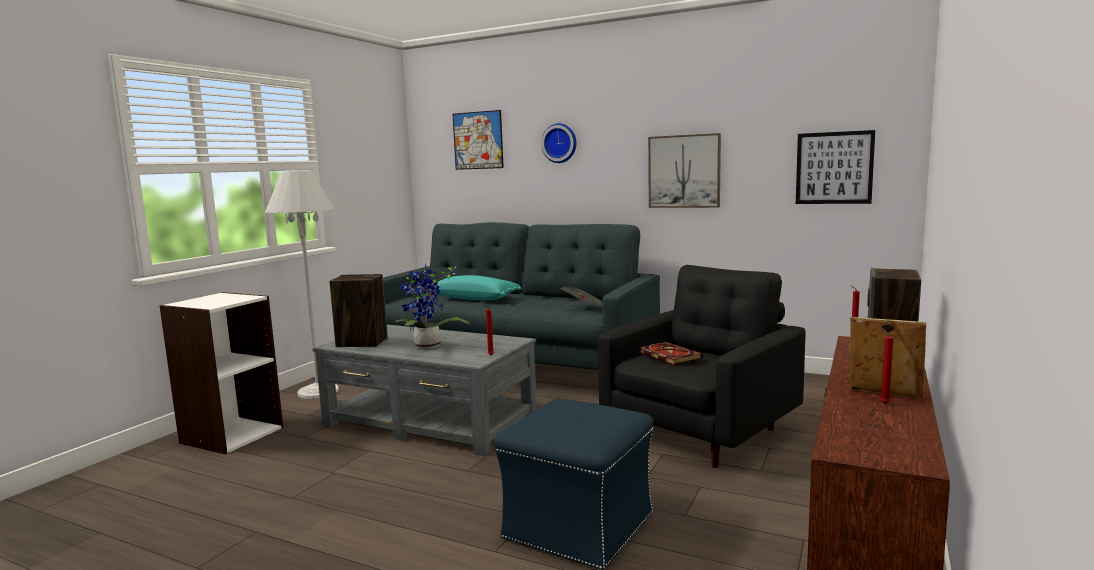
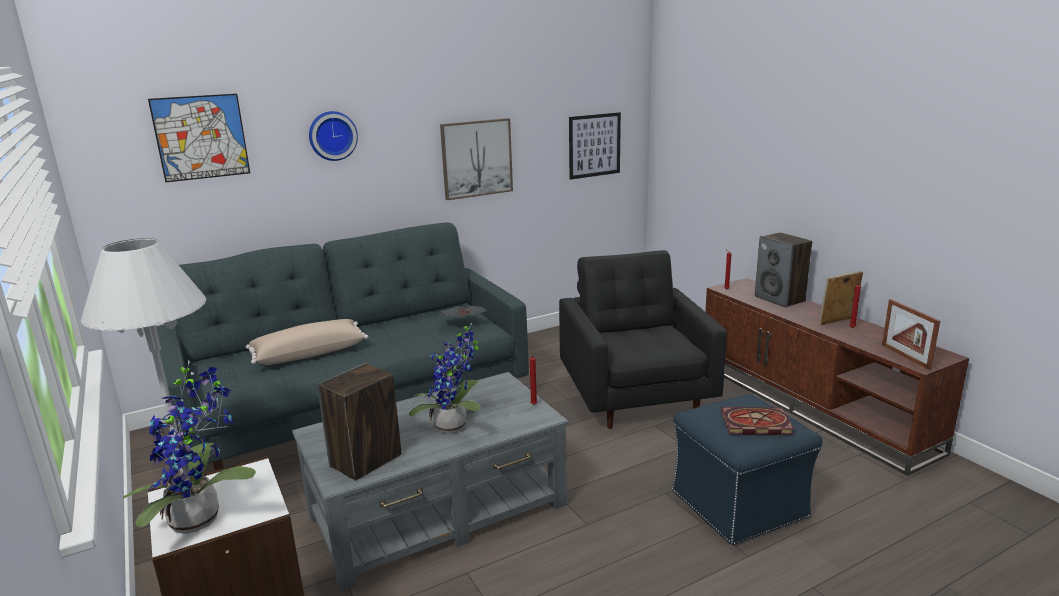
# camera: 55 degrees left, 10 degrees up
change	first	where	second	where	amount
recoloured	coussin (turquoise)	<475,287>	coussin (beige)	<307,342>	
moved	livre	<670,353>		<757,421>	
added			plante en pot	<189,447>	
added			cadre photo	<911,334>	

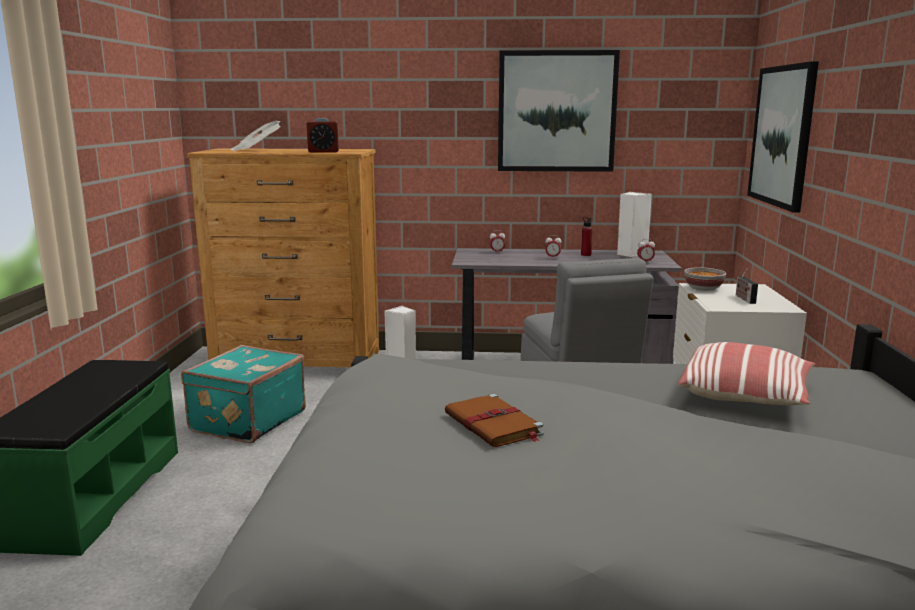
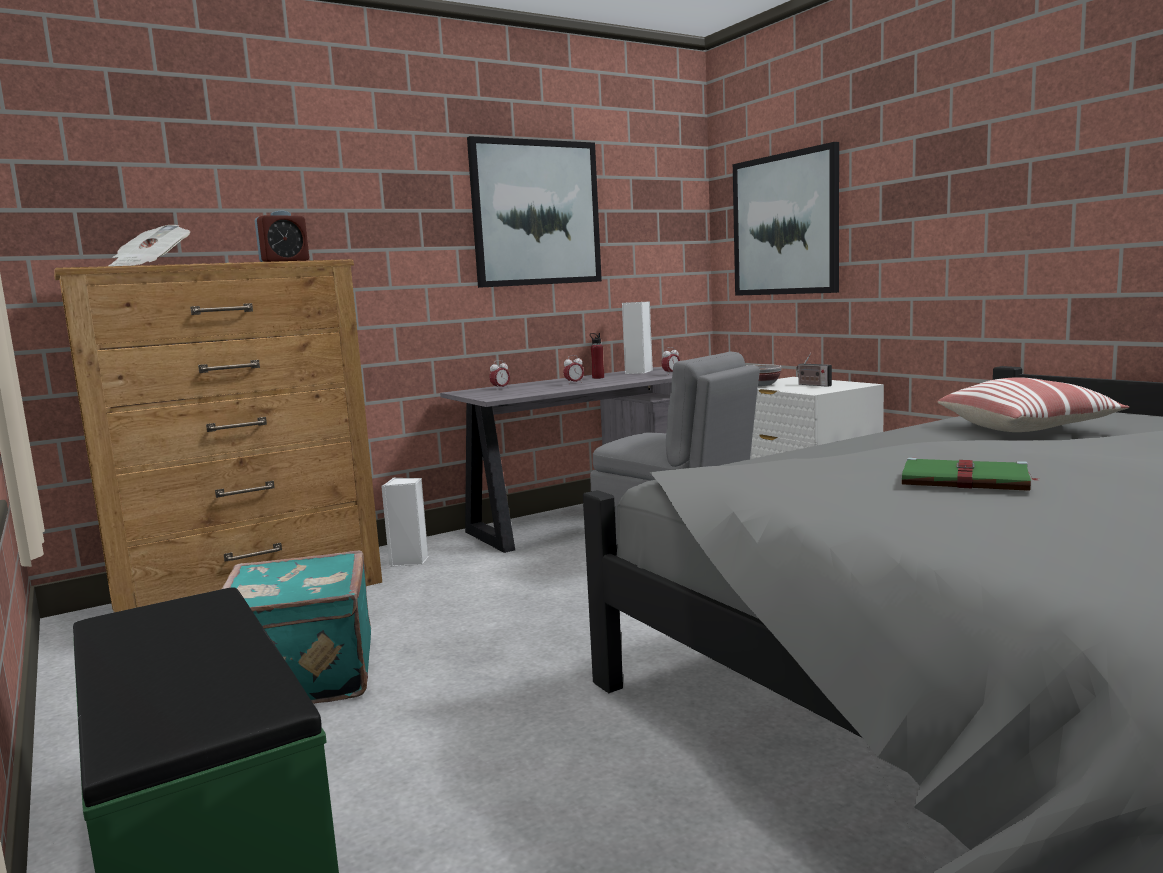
# camera: 35 degrees left, 5 degrees down
change	first	where	second	where	amount
recoloured	livre (marron)	<494,420>	livre (vert)	<970,474>	

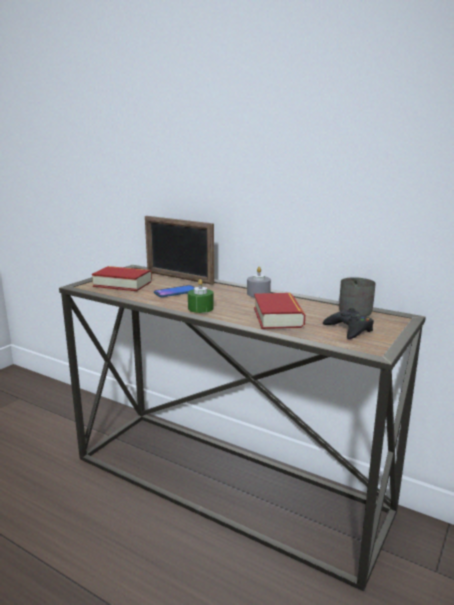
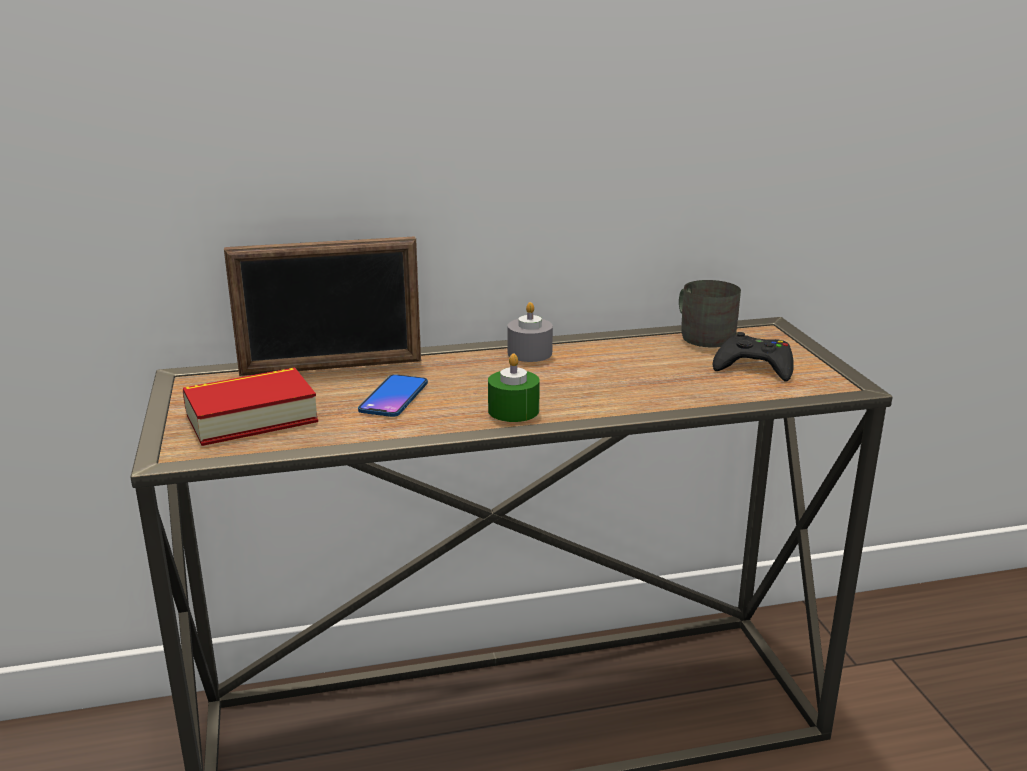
# camera: 45 degrees left, 5 degrees up
change	first	where	second	where	amount
removed	livre	<279,311>			

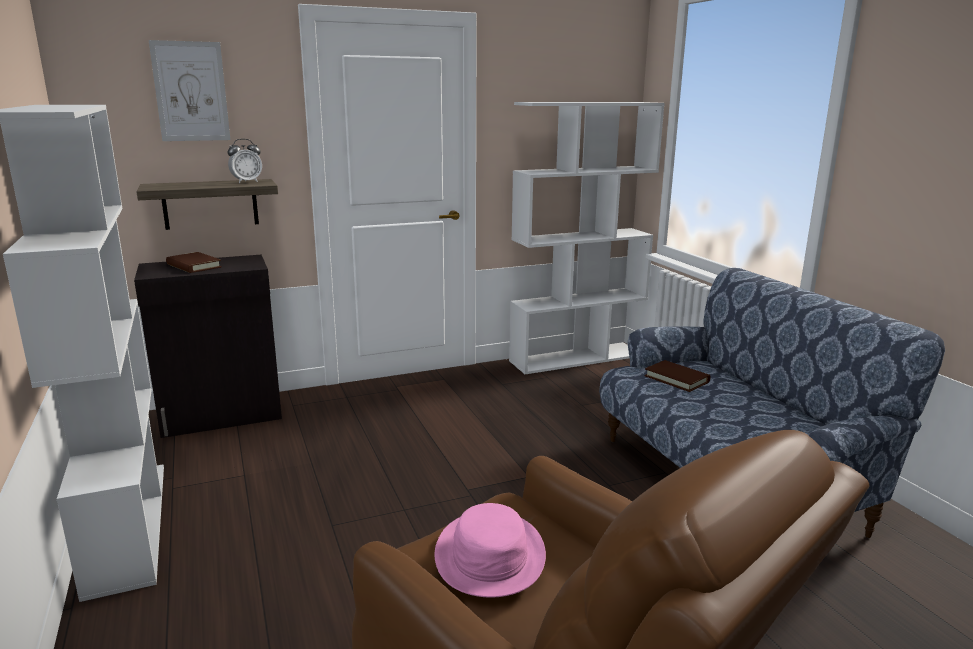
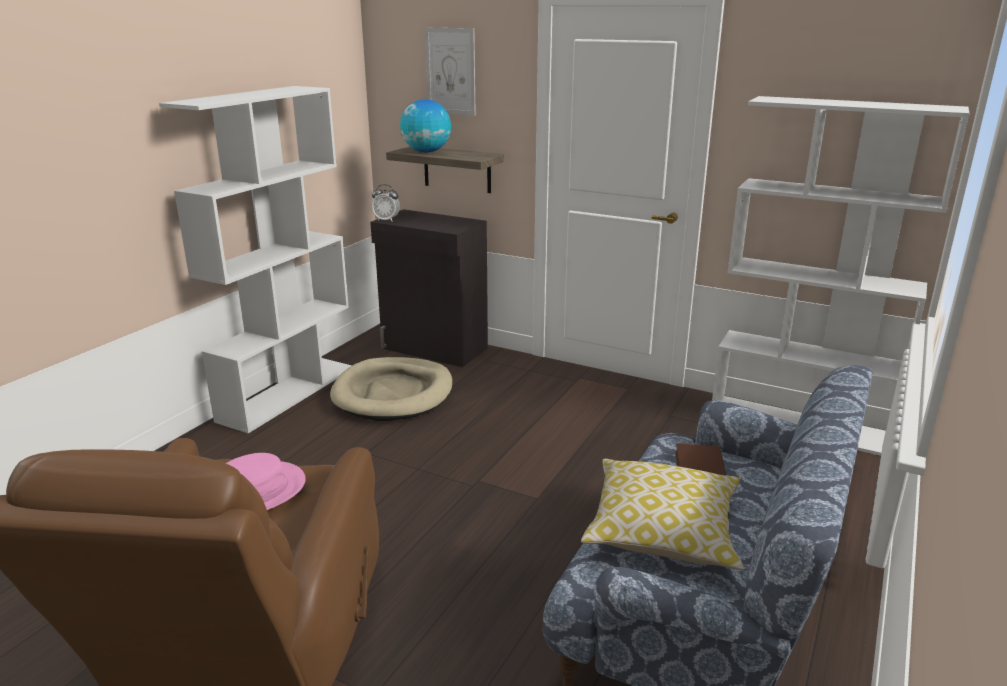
# camera: 50 degrees right, 5 degrees up
change	first	where	second	where	amount
removed	livre (marron)	<194,262>			
moved	réveil	<245,161>		<386,203>	
added			panier pour chien (beige)	<391,389>	
added			globe	<425,125>	
added			coussin	<662,514>	

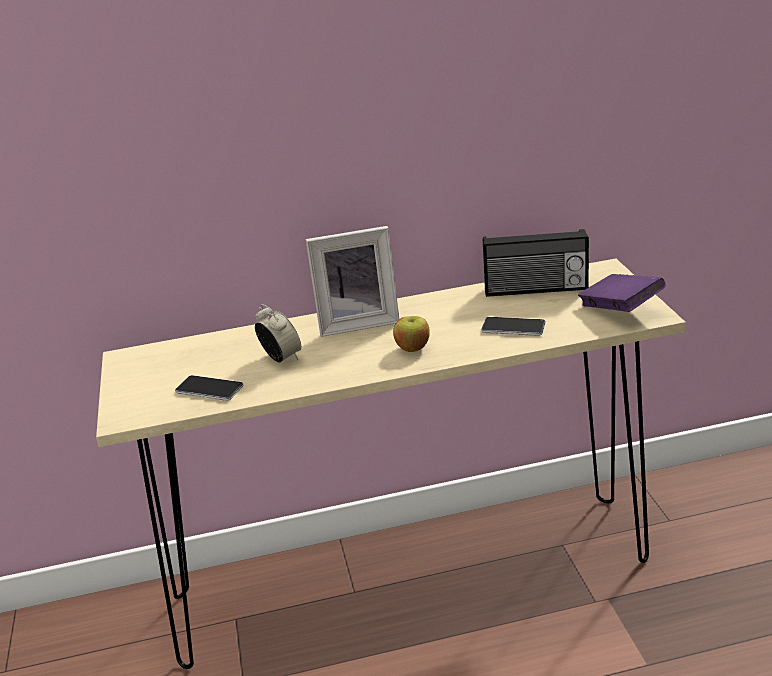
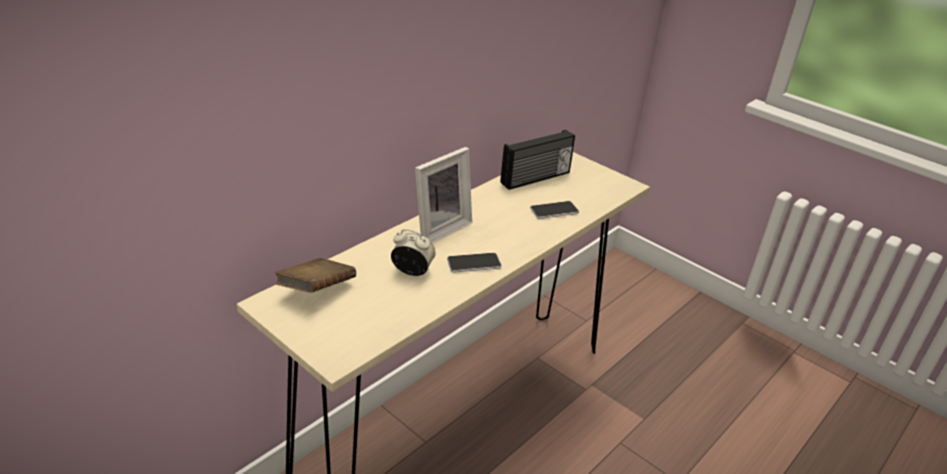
# camera: 40 degrees left, 5 degrees up
change	first	where	second	where	amount
moved	téléphone	<209,388>		<474,262>	
removed	pomme	<411,334>			
removed	livre (violet)	<622,293>			
added			livre (marron)	<315,275>	

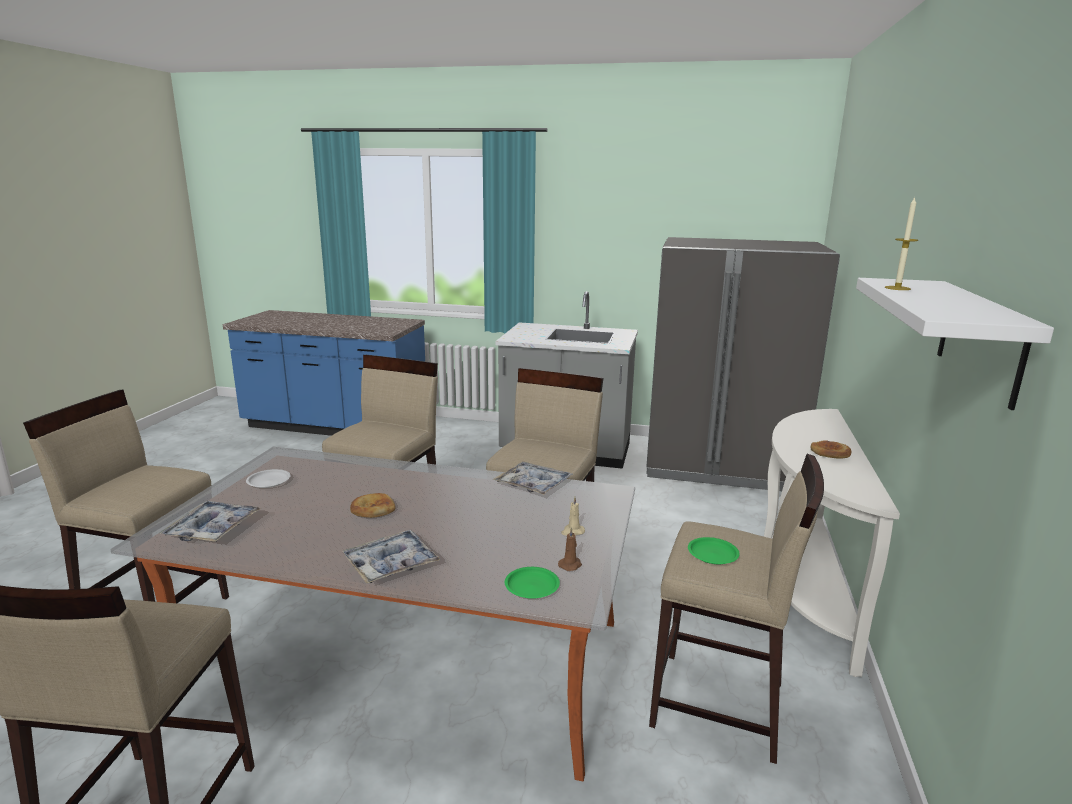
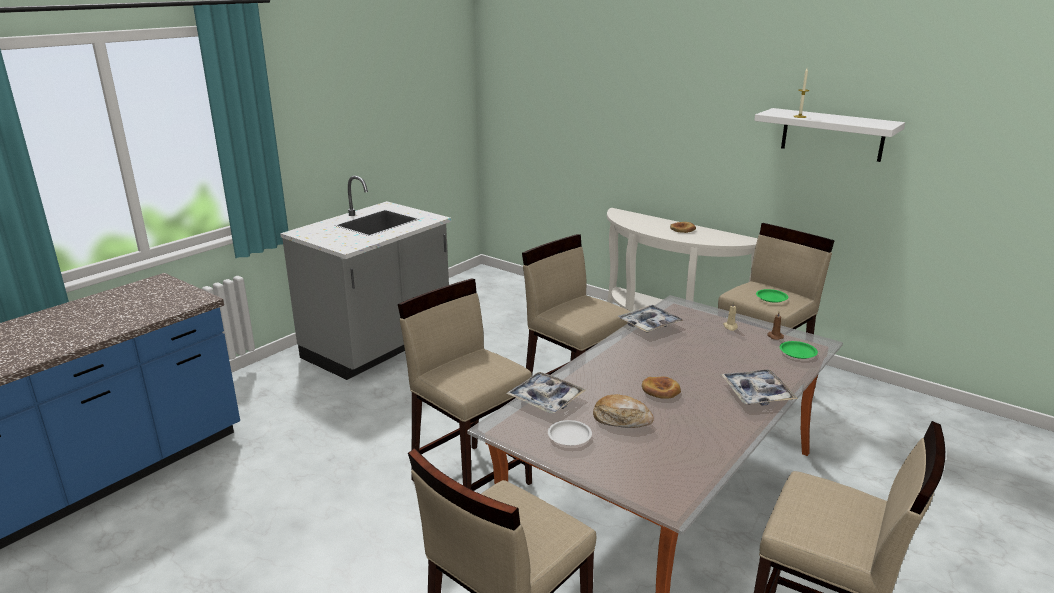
# camera: 65 degrees left, 5 degrees up
change	first	where	second	where	amount
moved	plateau	<210,521>		<546,392>	
removed	réfrigérateur (gris)	<743,364>			
added			pain	<623,411>	

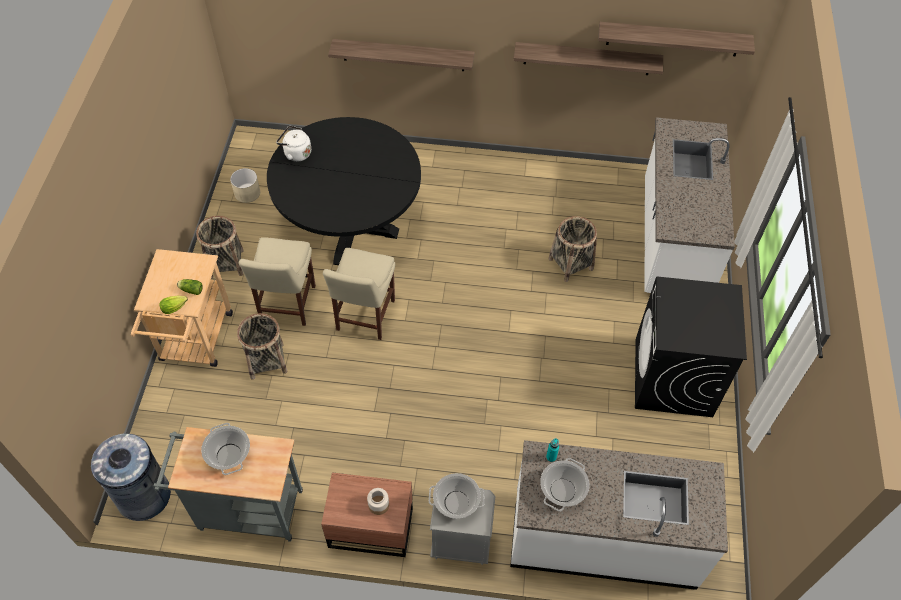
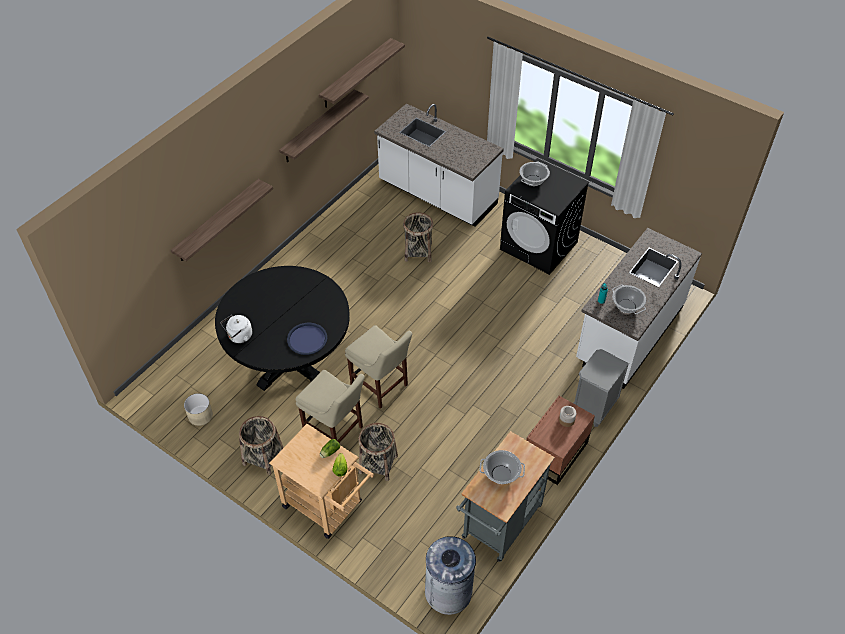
# camera: 60 degrees left, 5 degrees down
change	first	where	second	where	amount
moved	marmite	<457,496>		<534,174>	
added			plateau (bleu)	<307,339>	

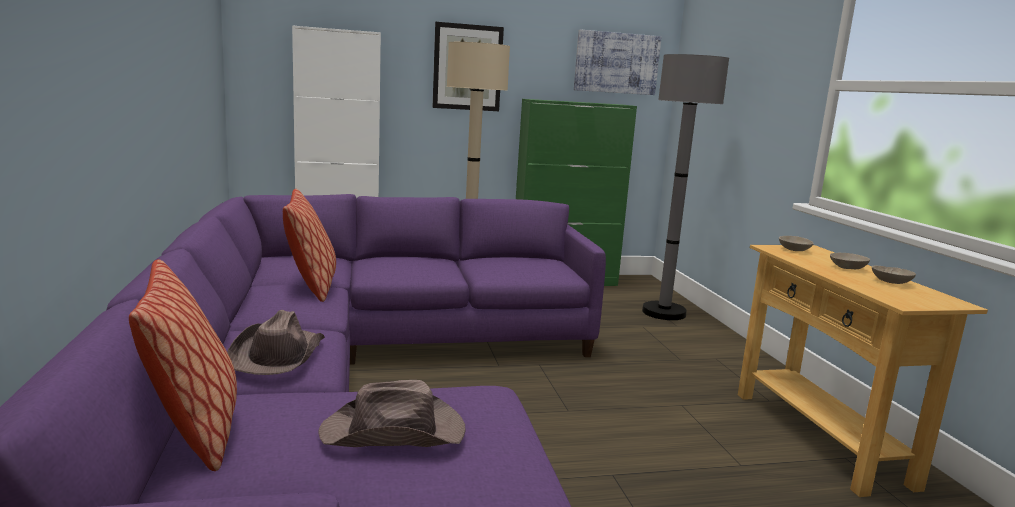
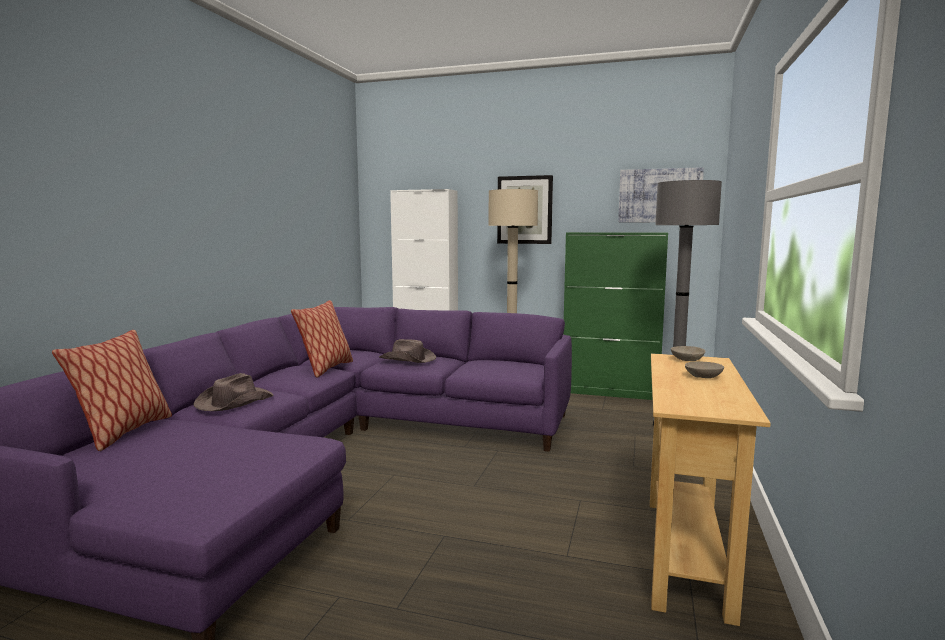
# camera: 30 degrees right, 5 degrees down
change	first	where	second	where	amount
moved	chapeau (marron)	<392,413>		<407,351>	
removed	bol (beige)	<894,275>			

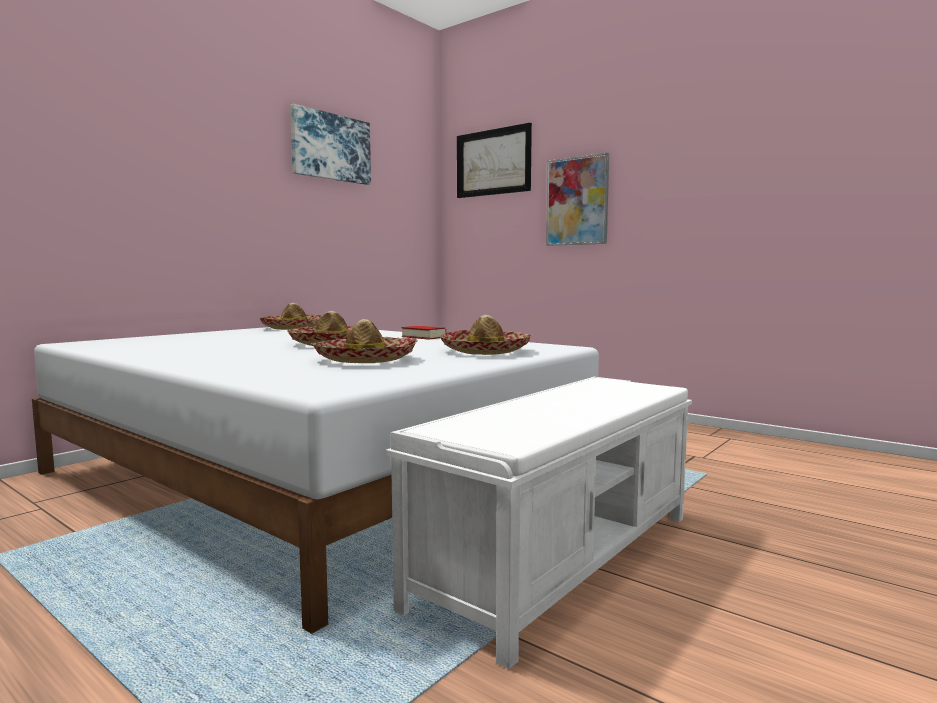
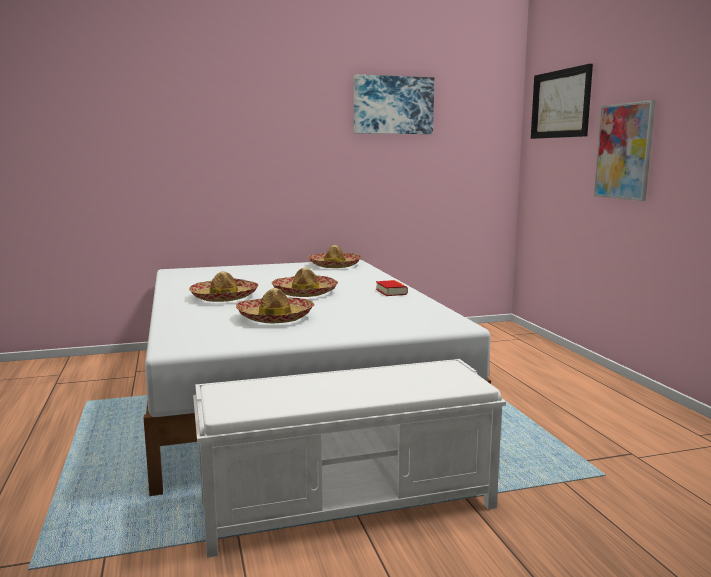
# camera: 35 degrees right, 5 degrees up
change	first	where	second	where	amount
moved	chapeau	<485,335>		<223,286>	

